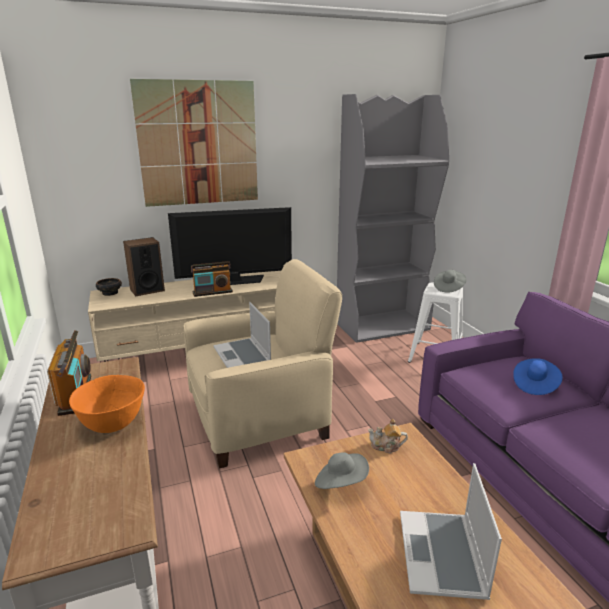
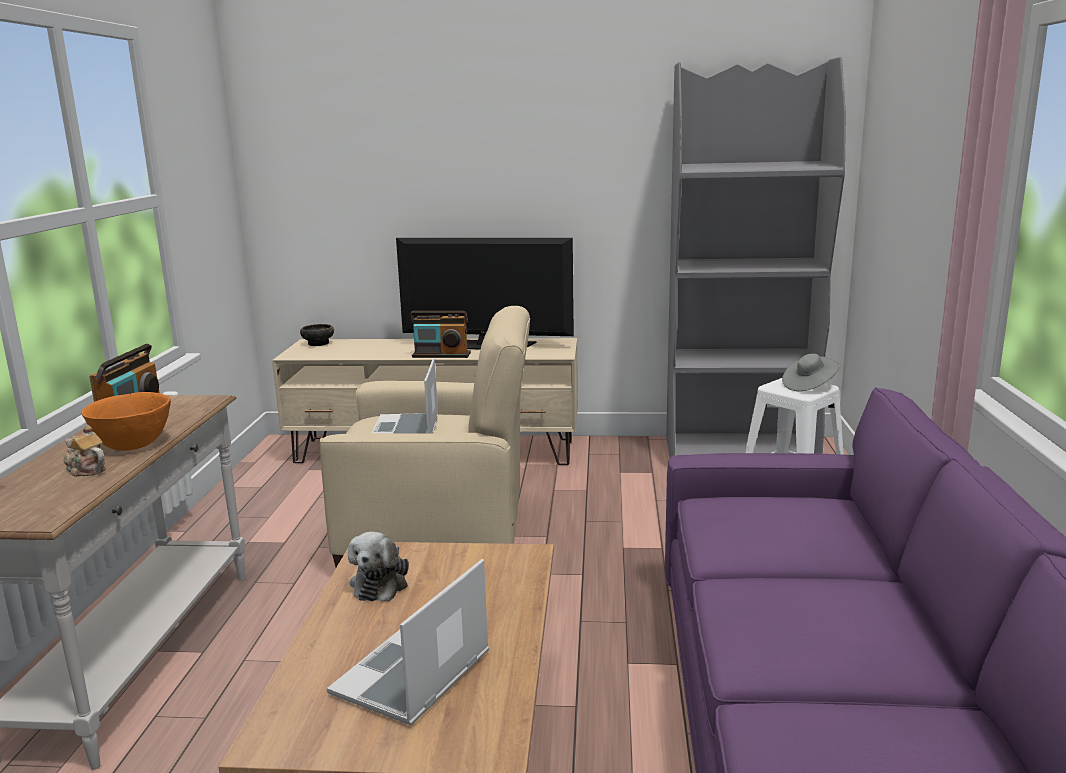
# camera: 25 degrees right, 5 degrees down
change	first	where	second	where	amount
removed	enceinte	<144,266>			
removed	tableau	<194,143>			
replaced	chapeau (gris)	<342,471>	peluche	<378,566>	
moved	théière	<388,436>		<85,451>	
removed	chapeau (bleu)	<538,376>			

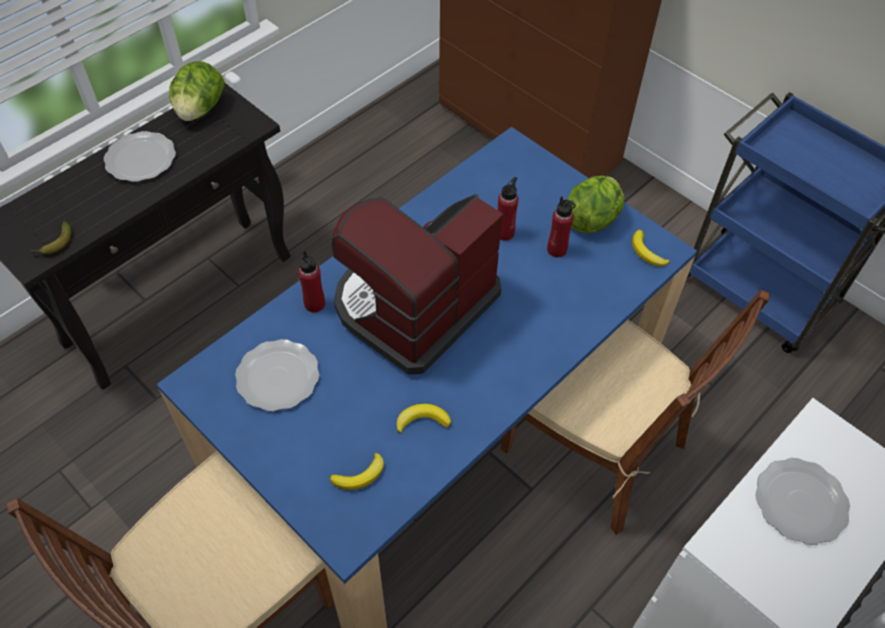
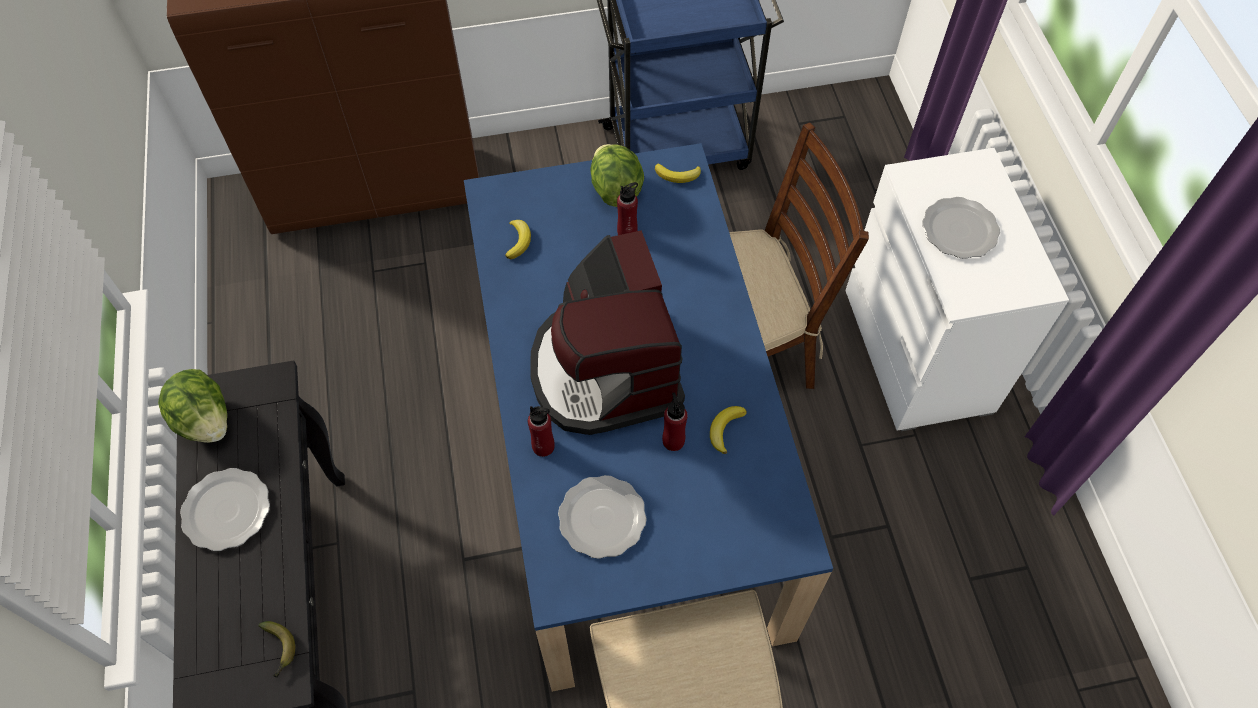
# camera: 55 degrees left, 5 degrees up
change	first	where	second	where	amount
moved	banane	<357,471>		<518,240>	
moved	bouteille (rouge)	<508,209>		<675,421>	

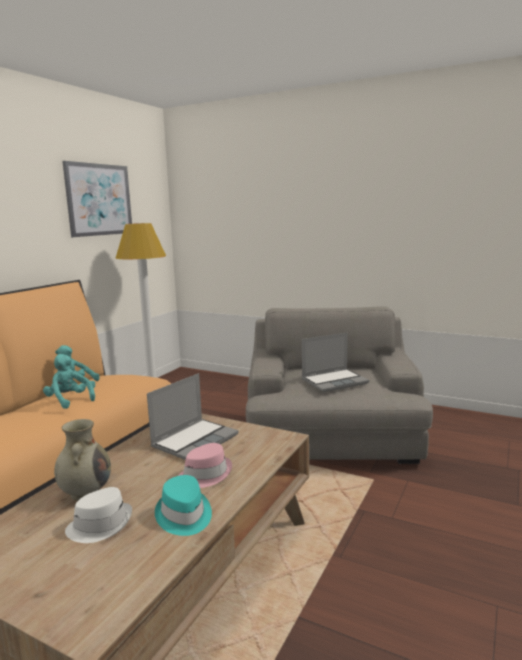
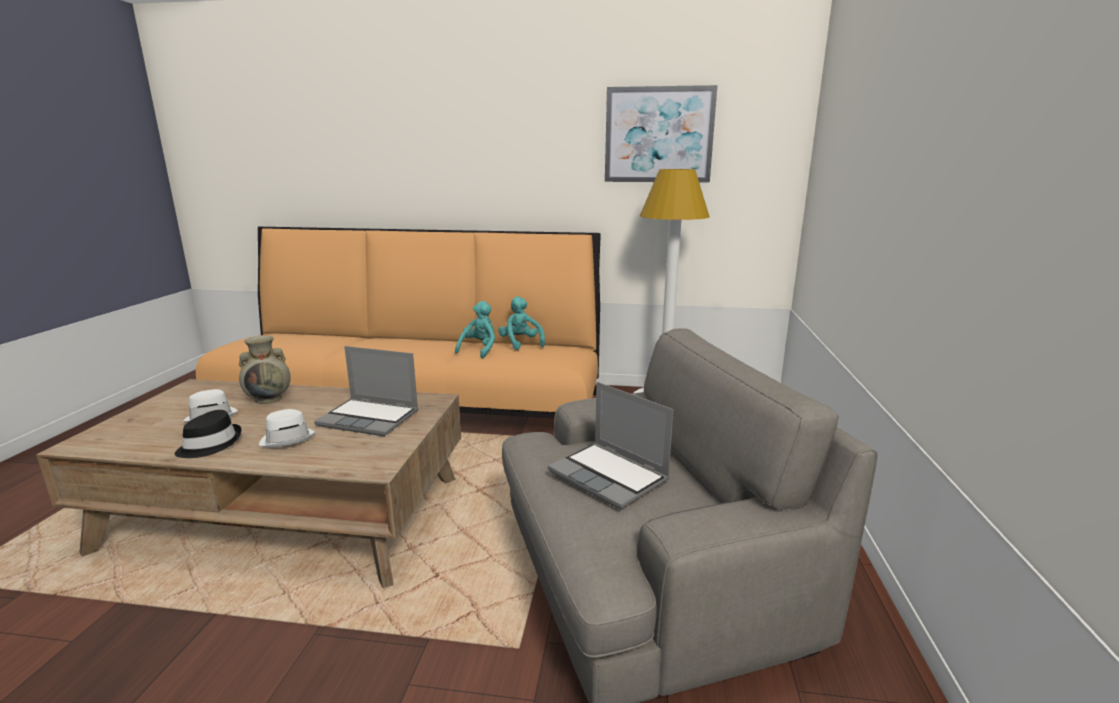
# camera: 70 degrees right, 5 degrees up
change	first	where	second	where	amount
recoloured	chapeau (turquoise)	<183,505>	chapeau (noir)	<208,434>	
recoloured	chapeau (rose)	<205,465>	chapeau (blanc)	<287,428>	

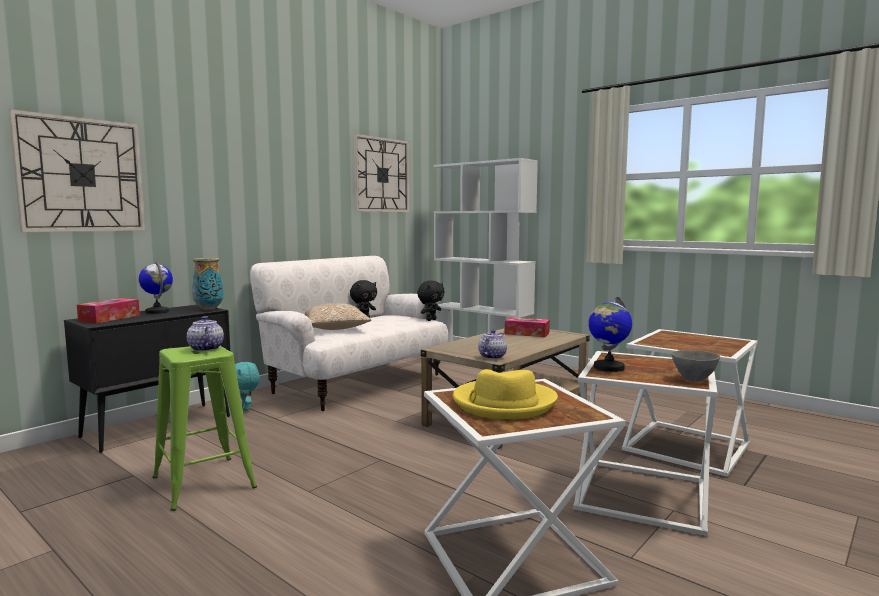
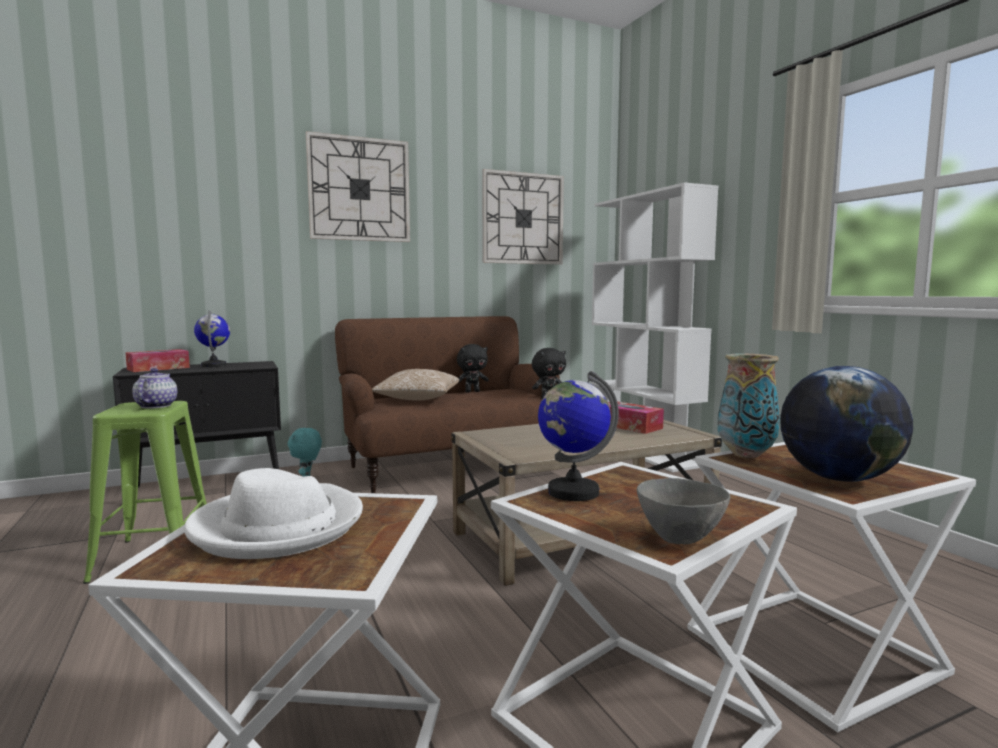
# camera: 25 degrees right, 0 degrees up
change	first	where	second	where	amount
moved	horloge murale	<76,170>		<358,186>	
moved	vase	<208,284>		<749,406>	
recoloured	canapé (blanc)	<349,334>	canapé (marron)	<447,404>	
recoloured	chapeau (jaune)	<505,394>	chapeau (blanc)	<273,513>	
removed	théière	<492,344>			
added			globe	<846,424>	

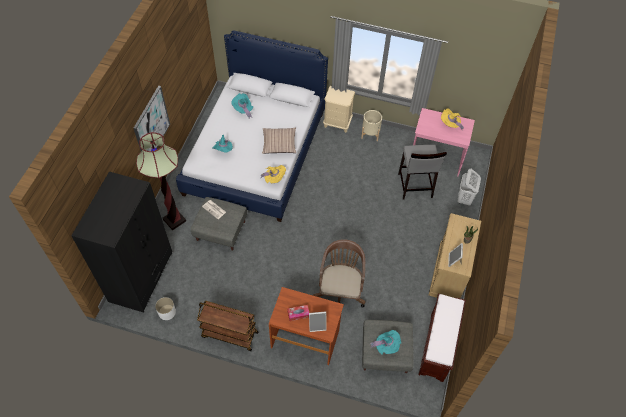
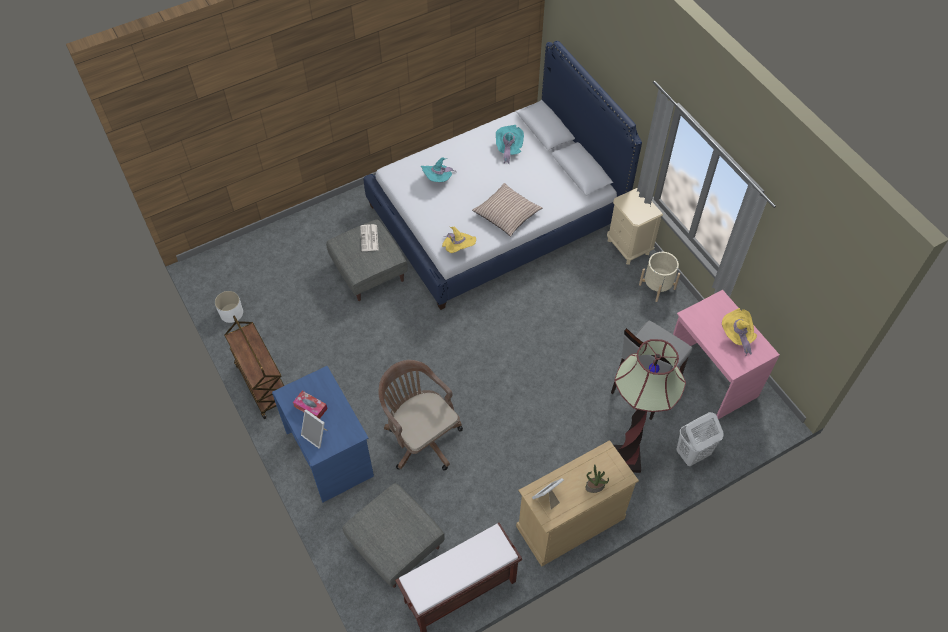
# camera: 45 degrees right, 0 degrees up
change	first	where	second	where	amount
removed	armoire (noir)	<121,242>			
removed	tableau	<152,118>			
moved	lampadaire	<161,181>		<650,406>	
recoloured	bureau (marron)	<306,326>	bureau (bleu)	<323,434>	
turned	chaise de bureau (marron)	<339,273>		<421,415>	90 degrees counterclockwise
removed	chapeau (turquoise)	<385,342>			

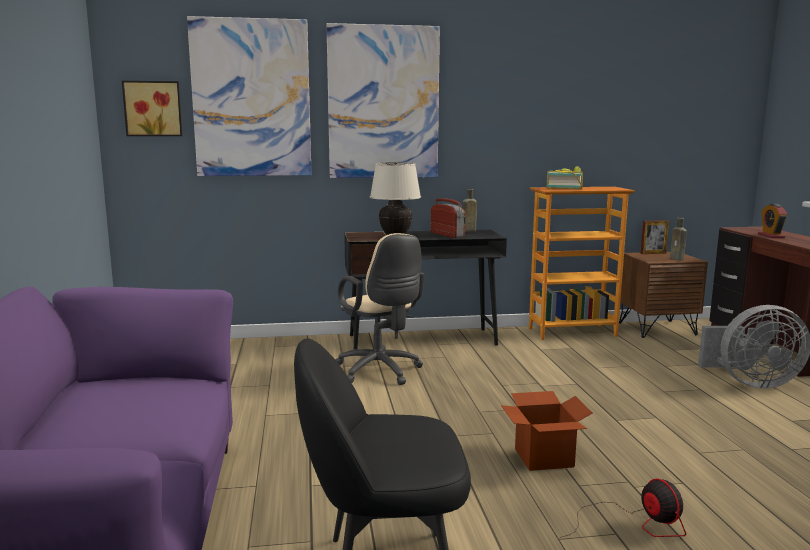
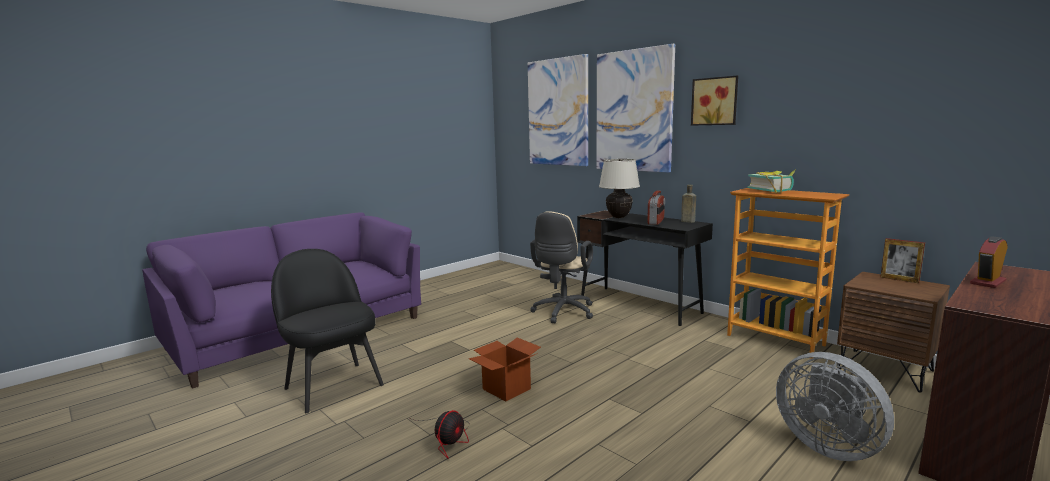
# camera: 55 degrees right, 0 degrees up
change	first	where	second	where	amount
moved	tableau	<152,108>		<714,101>	
removed	bouteille (marron)	<678,239>			

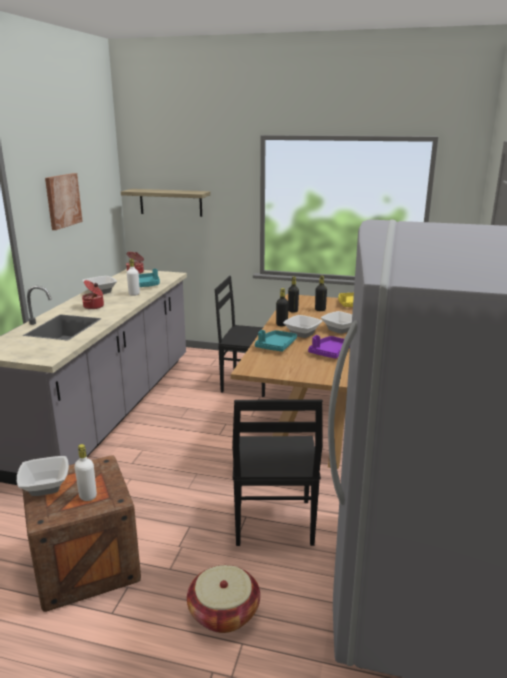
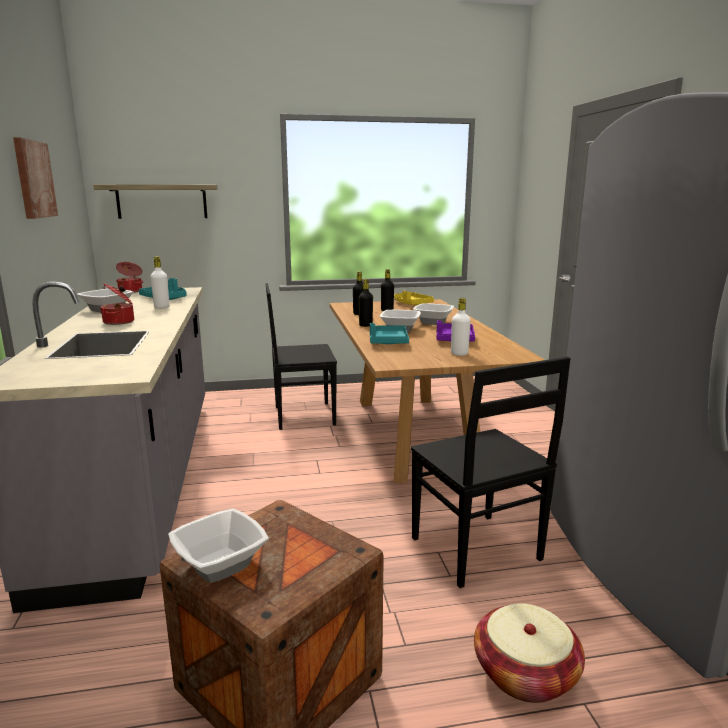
# camera: 25 degrees left, 5 degrees down
change	first	where	second	where	amount
moved	bouteille (blanc)	<85,472>		<461,327>	

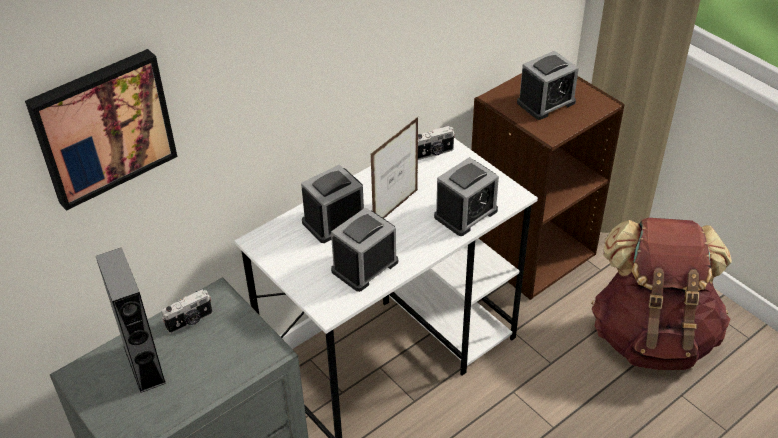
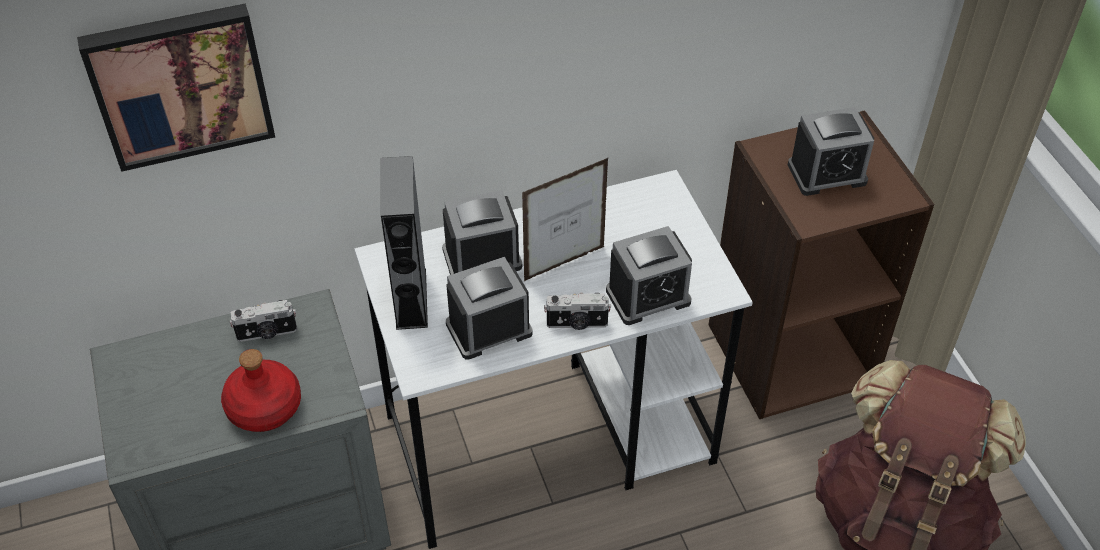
# camera: 20 degrees right, 5 degrees up
change	first	where	second	where	amount
moved	enceinte (gris)	<131,320>		<404,243>	
moved	appareil photo	<436,143>		<577,311>	
added			bouteille (rouge)	<261,390>	

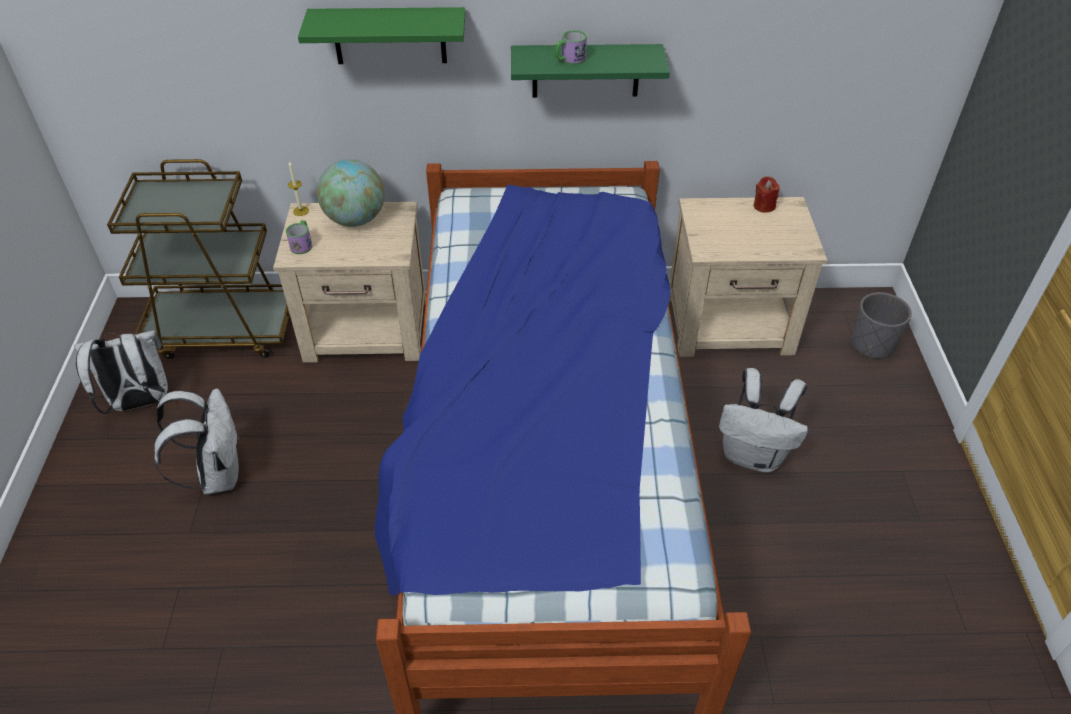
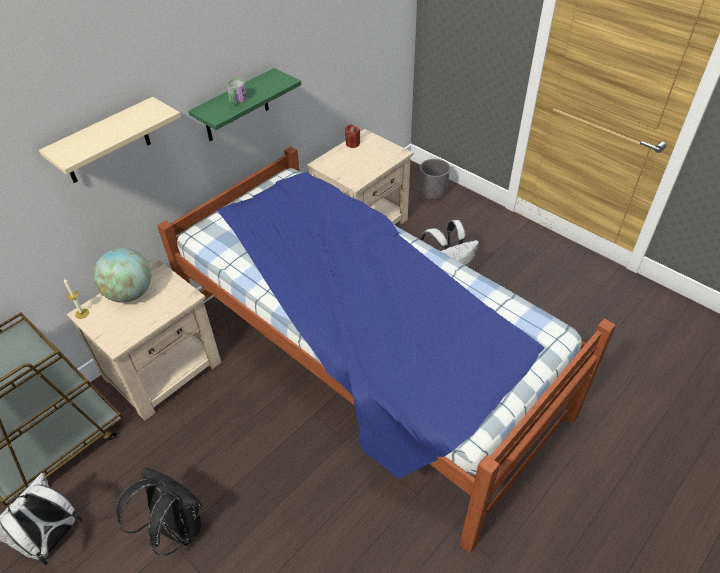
# camera: 45 degrees left, 0 degrees up
change	first	where	second	where	amount
recoloured	sac à dos (blanc)	<196,441>	sac à dos (noir)	<160,512>	
removed	mug	<299,237>			
recoloured	étagère (vert)	<382,35>	étagère (beige)	<110,140>	

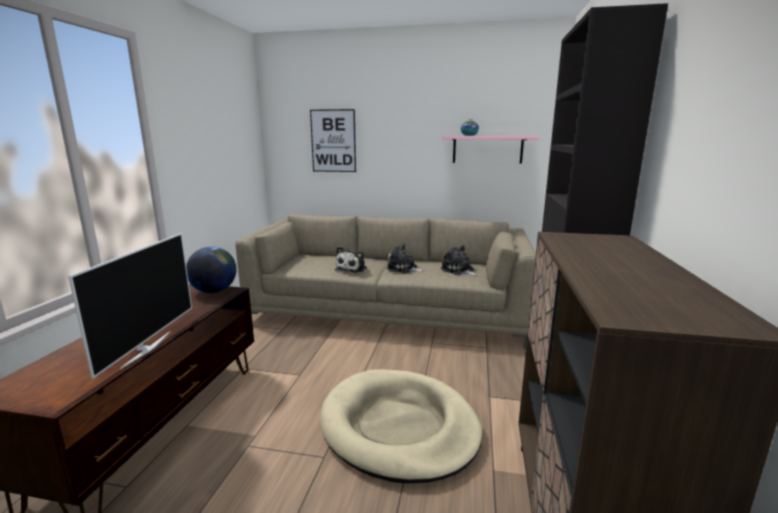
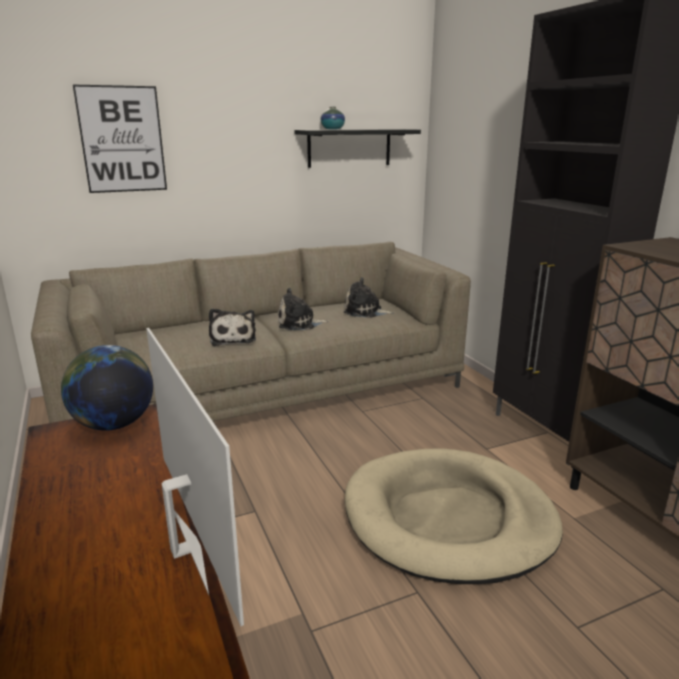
# camera: 35 degrees left, 5 degrees up
change	first	where	second	where	amount
recoloured	étagère (rose)	<490,150>	étagère (noir)	<357,148>	

